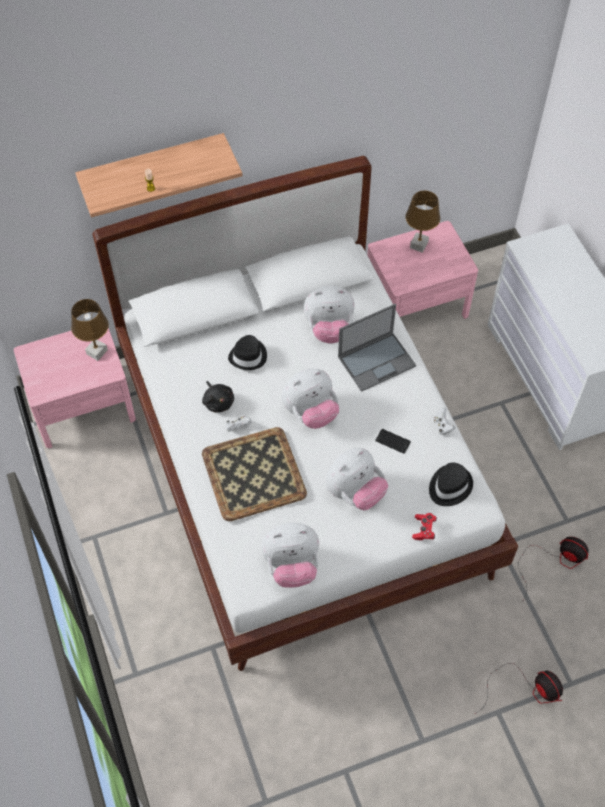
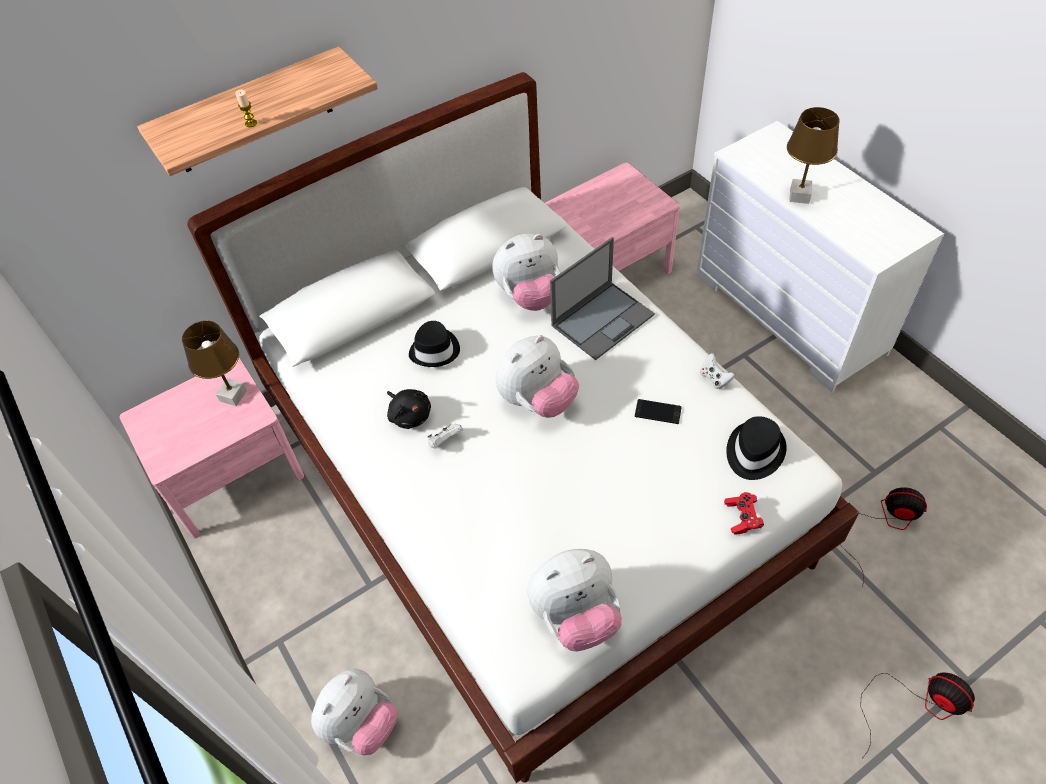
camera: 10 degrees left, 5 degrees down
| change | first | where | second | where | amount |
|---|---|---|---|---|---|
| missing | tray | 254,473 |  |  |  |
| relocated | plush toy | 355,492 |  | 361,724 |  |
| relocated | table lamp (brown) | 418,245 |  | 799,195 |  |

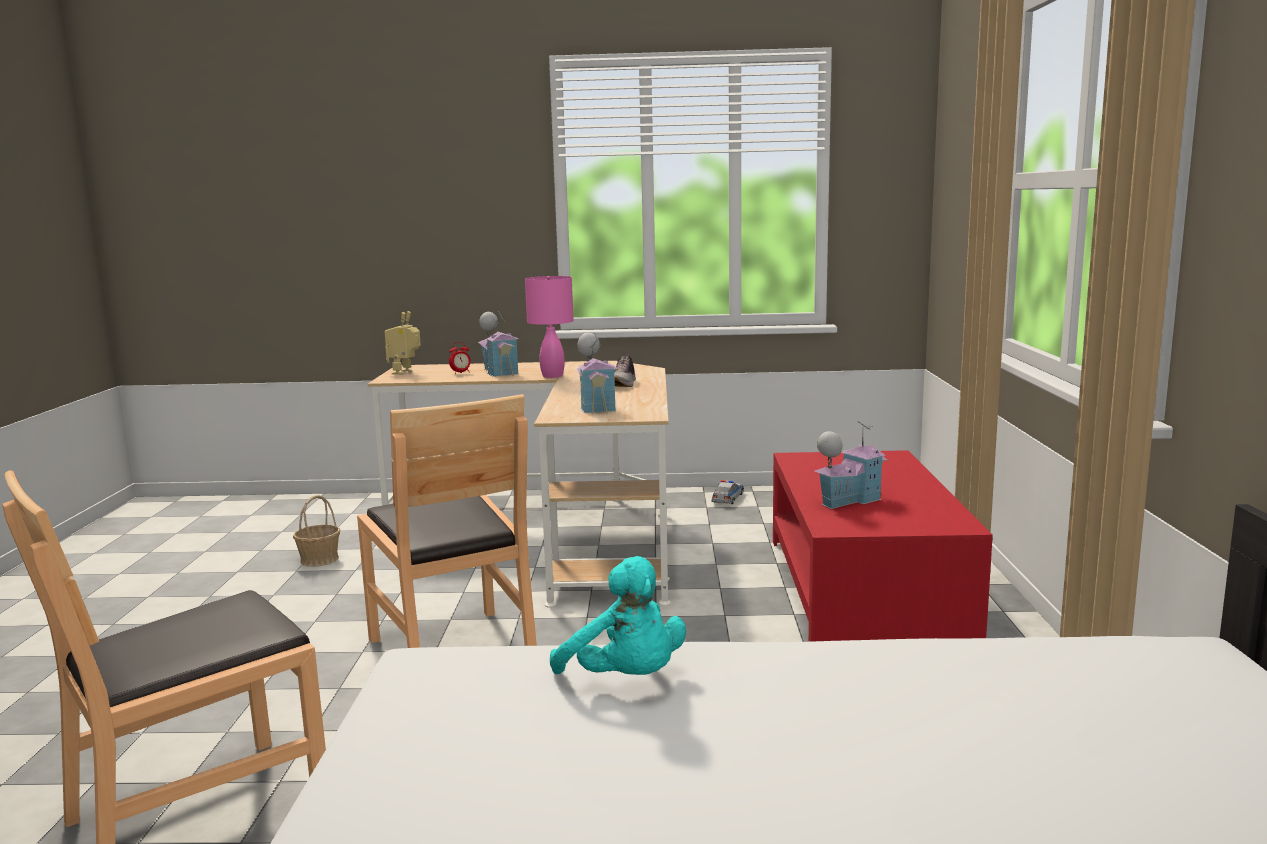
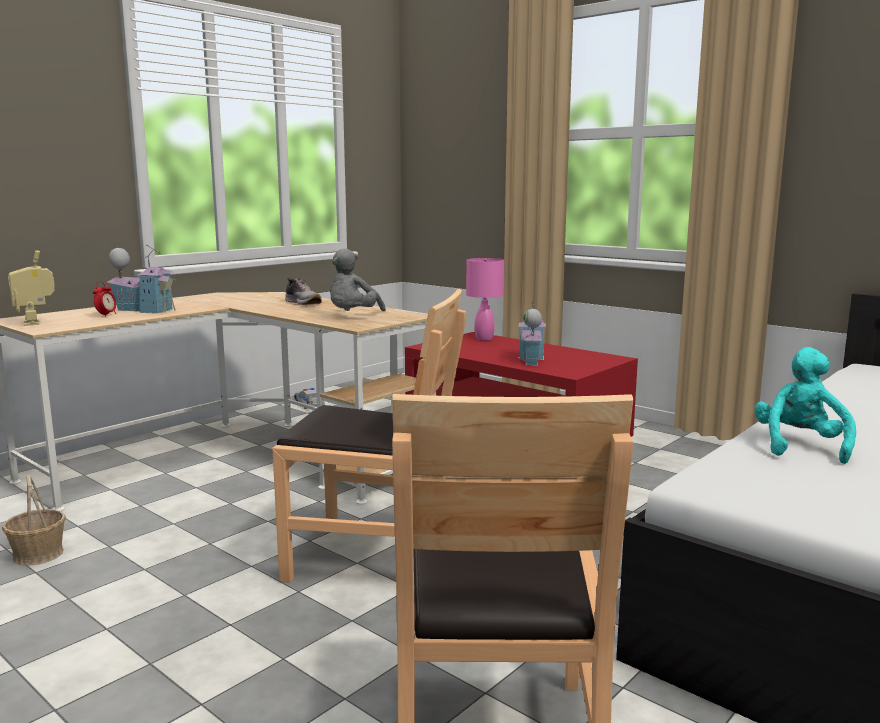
camera: 50 degrees left, 0 degrees up
| change | first | where | second | where | amount |
|---|---|---|---|---|---|
| relocated | table lamp (pink) | 552,375 |  | 483,338 |  |
| exchanged | toy house | 596,406 | plush toy (grey) | 353,316 |  |
| spun | plush toy (turquoise) | 626,679 |  | 800,446 | 75 degrees counterclockwise |

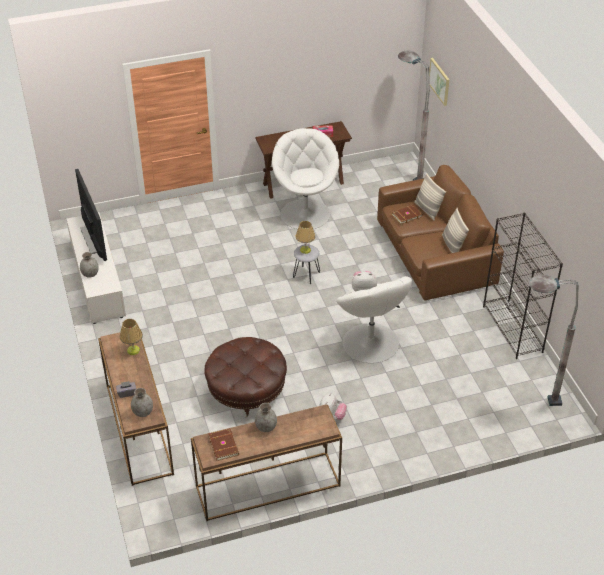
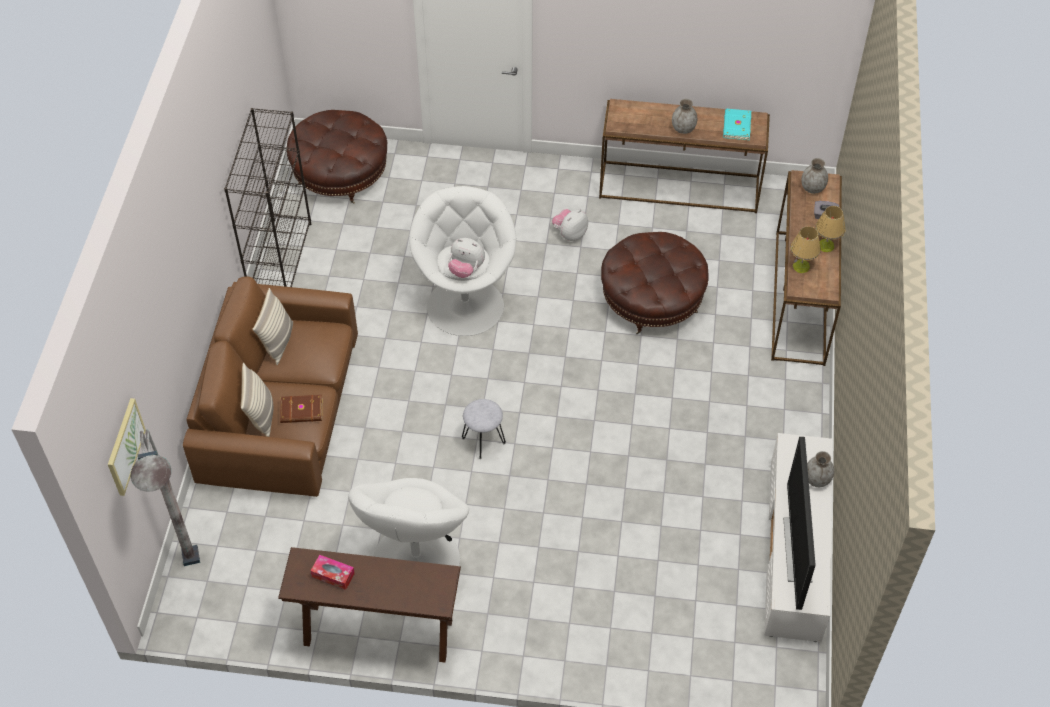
camera: 155 degrees left, 10 degrees up
| change | first | where | second | where | amount |
|---|---|---|---|---|---|
| relocated | table lamp | 305,250 |  | 826,246 |  |
| exchanged | floor lamp (grey) | 529,401 | ottoman (brown) | 340,174 |  |
| colour | book (brown) | 224,445 | book (turquoise) | 736,126 |  |

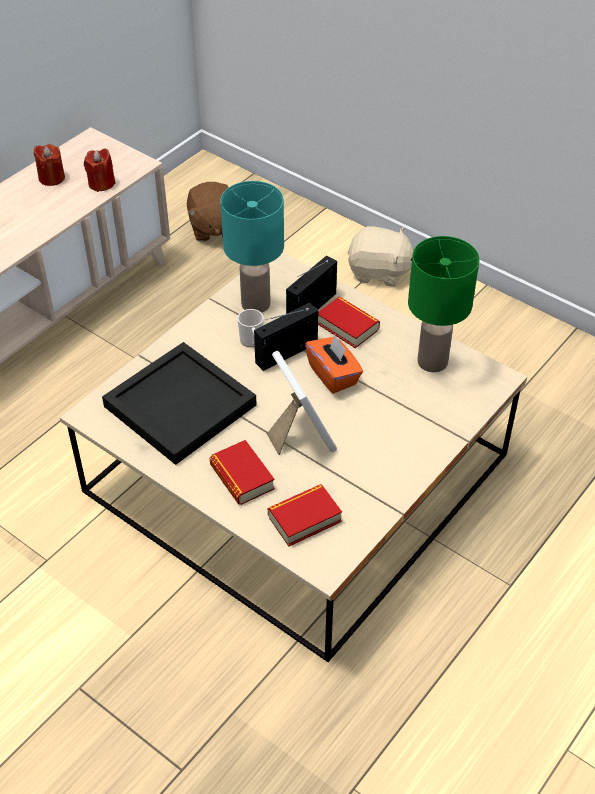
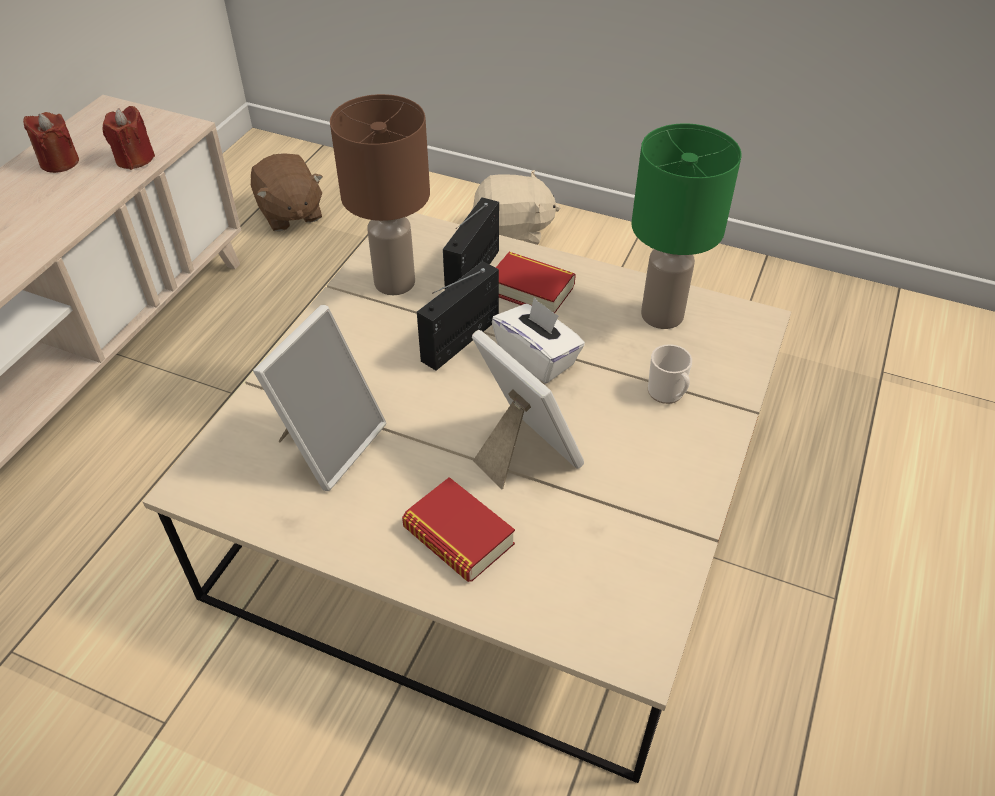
camera: 15 degrees left, 0 degrees up
| change | first | where | second | where | amount |
|---|---|---|---|---|---|
| missing | book | 304,519 |  |  |  |
| relocated | mug | 252,341 |  | 668,394 |  |
| exchanged | tray (black) | 180,404 | picture frame | 329,443 |  |
| colour | table lamp (turquoise) | 255,303 | table lamp (brown) | 394,281 |  |
| colour | tissue box (orange) | 333,375 | tissue box (white) | 537,358 |  |

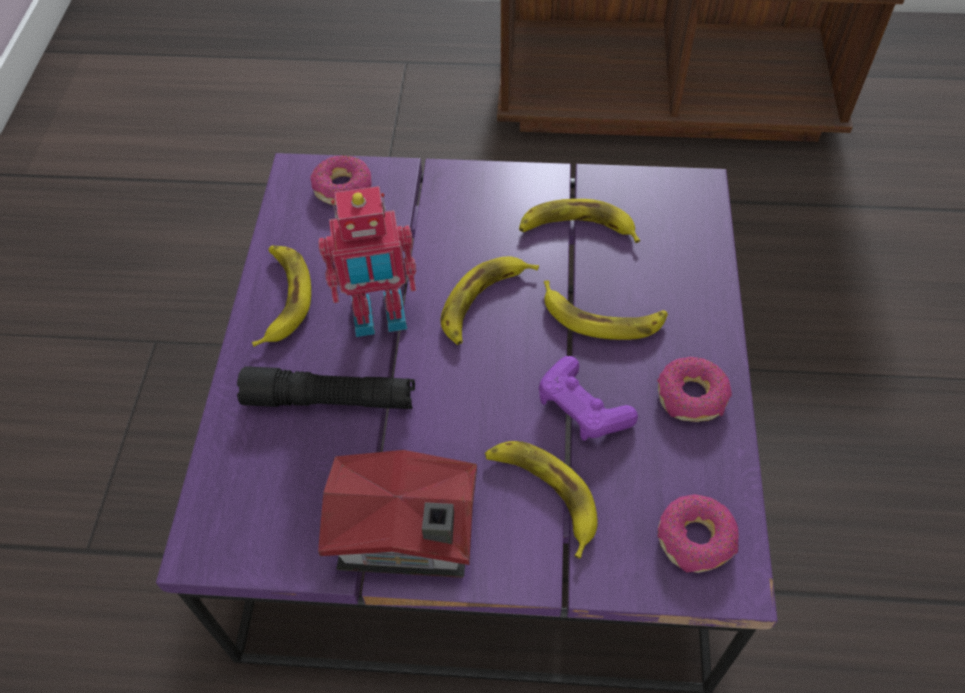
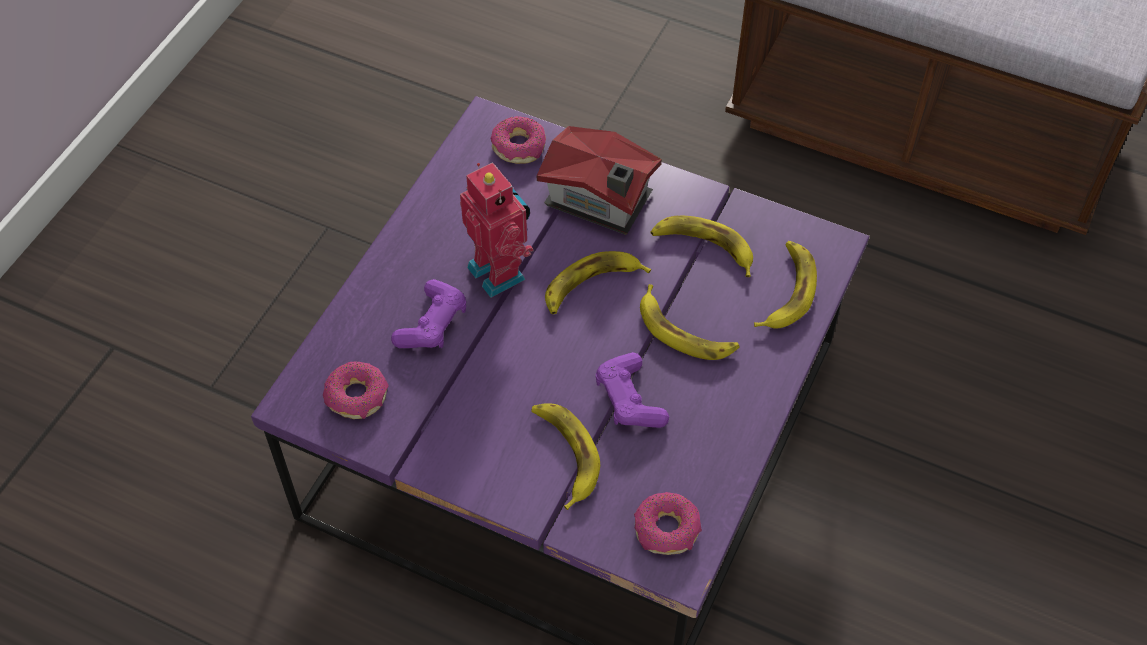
camera: 20 degrees right, 0 degrees up
| change | first | where | second | where | amount |
|---|---|---|---|---|---|
| relocated | banana | 282,298 |  | 787,290 |  |
| relocated | toy house | 409,539 |  | 600,202 |  |
| relocated | donut | 692,397 |  | 357,397 |  |
| exchanged | flashlight (black) | 330,400 | game controller (purple) | 432,324 |  |
| spun | toy robot | 379,318 |  | 499,271 | 135 degrees counterclockwise |

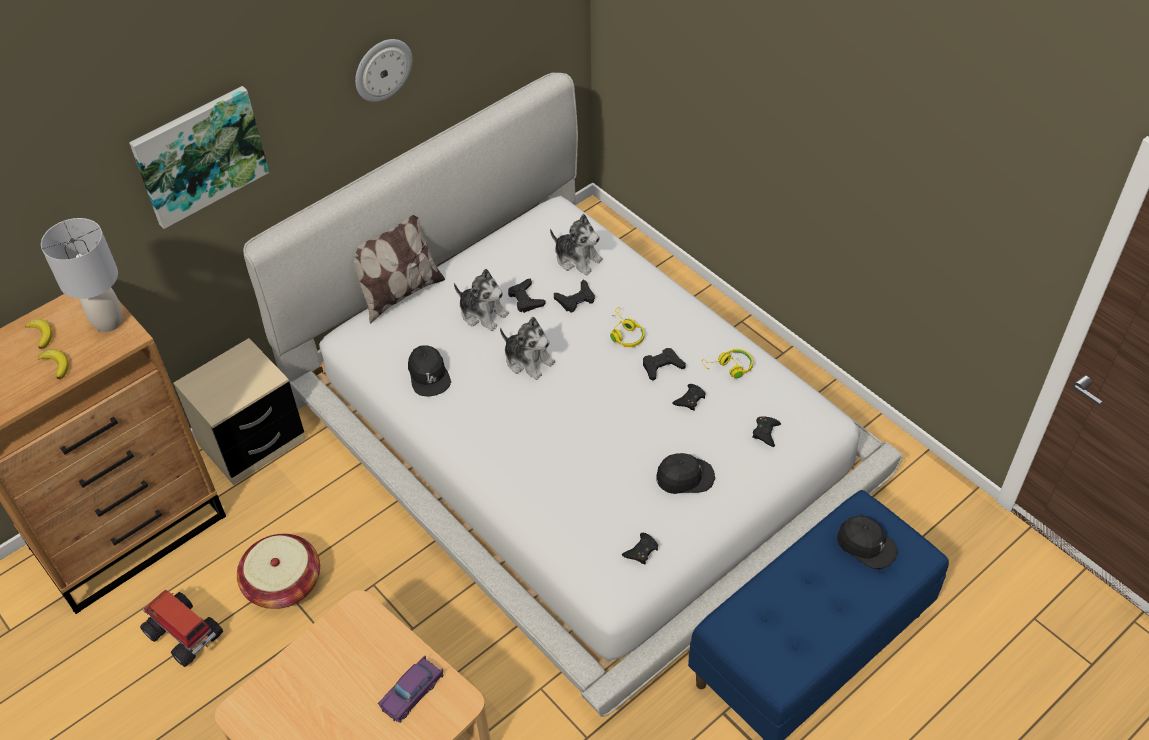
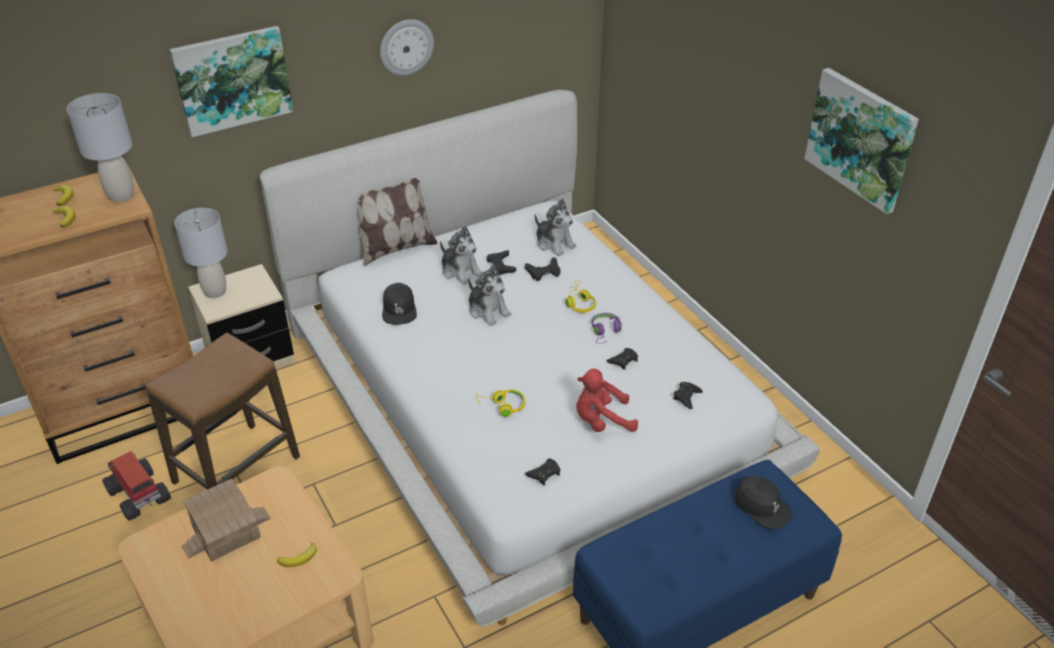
camera: 10 degrees right, 10 degrees down
| change | first | where | second | where | amount |
|---|---|---|---|---|---|
| appeared |  |  | table lamp (grey) | 215,292 |  |
| appeared |  |  | toy house | 227,533 |  |
| appeared |  |  | picture | 861,139 |  |
| relocated | headphones (yellow) | 729,367 |  | 502,406 |  |
| exchanged | basket | 283,583 | stool | 237,469 |  |
| exchanged | toy car (purple) | 412,693 | banana | 299,558 |  |
| exchanged | game controller (black) | 662,366 | headphones (purple) | 605,332 |  |
| exchanged | cap (black) | 684,477 | plush toy (red) | 601,421 |  |

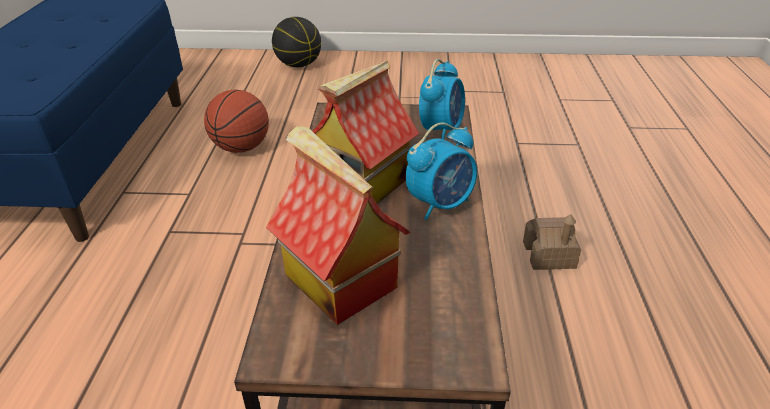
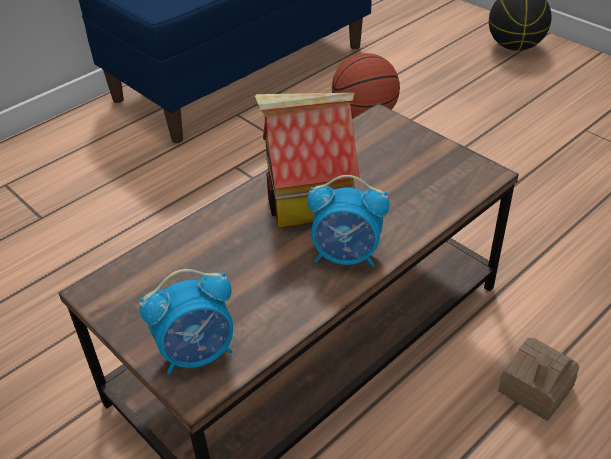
camera: 45 degrees right, 5 degrees up
| change | first | where | second | where | amount |
|---|---|---|---|---|---|
| missing | toy house | 338,280 |  |  |  |
| relocated | alarm clock | 441,129 |  | 198,353 |  |

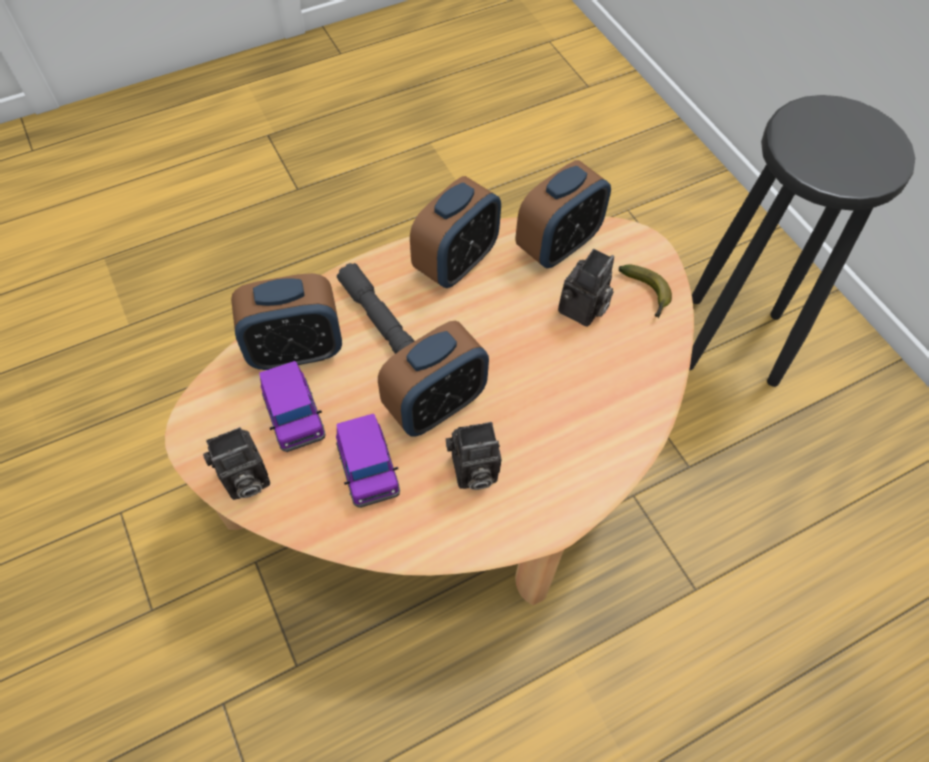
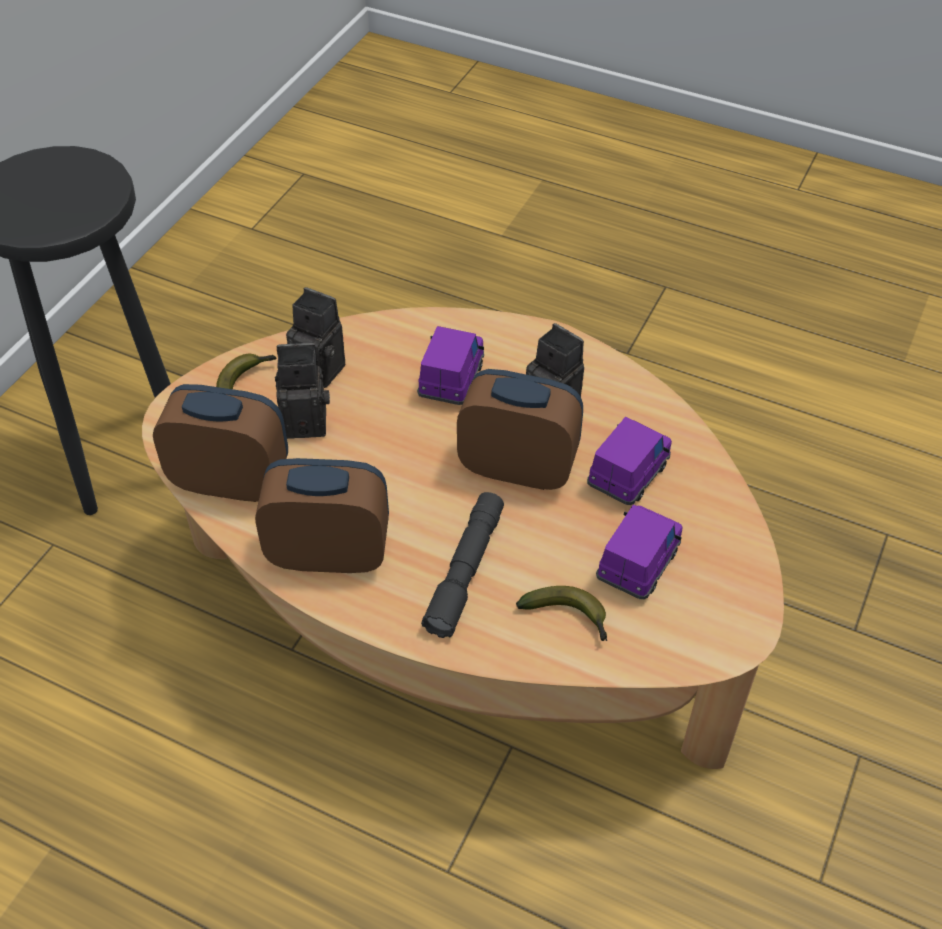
camera: 125 degrees left, 10 degrees down
| change | first | where | second | where | amount |
|---|---|---|---|---|---|
| appeared |  |  | toy car (purple) | 451,379 |  |
| relocated | photo camera | 244,480 |  | 323,368 |  |
| exchanged | alarm clock | 296,350 | banana | 569,618 |  |

